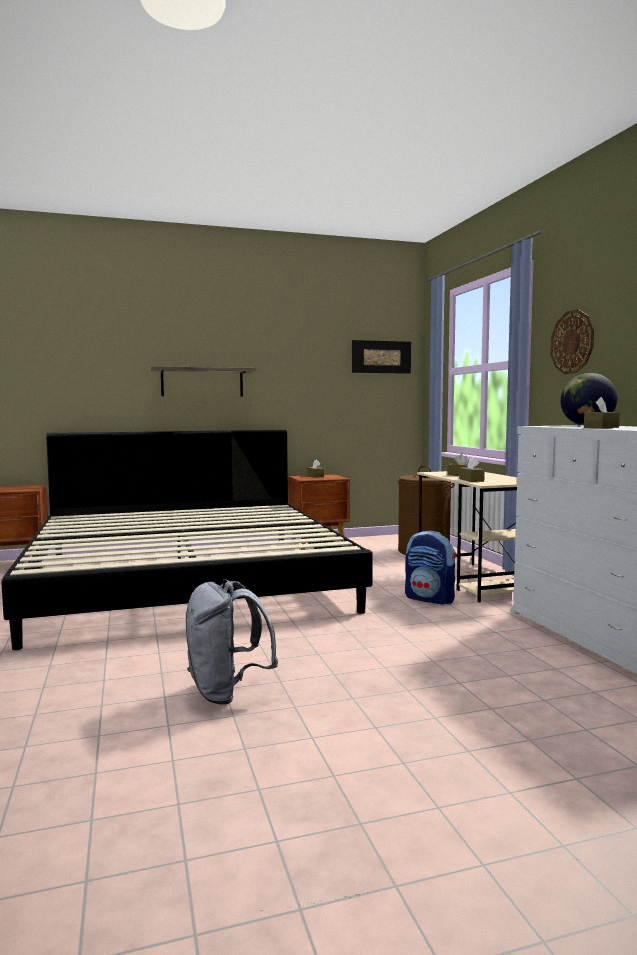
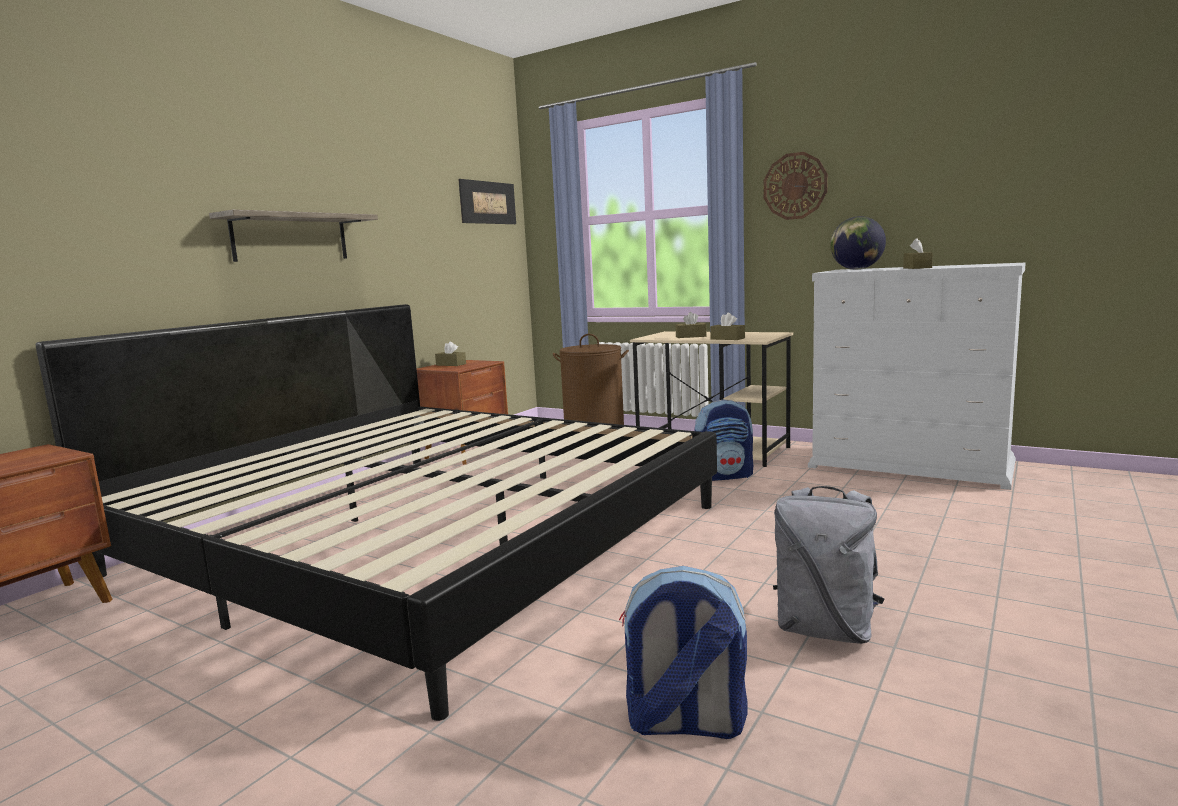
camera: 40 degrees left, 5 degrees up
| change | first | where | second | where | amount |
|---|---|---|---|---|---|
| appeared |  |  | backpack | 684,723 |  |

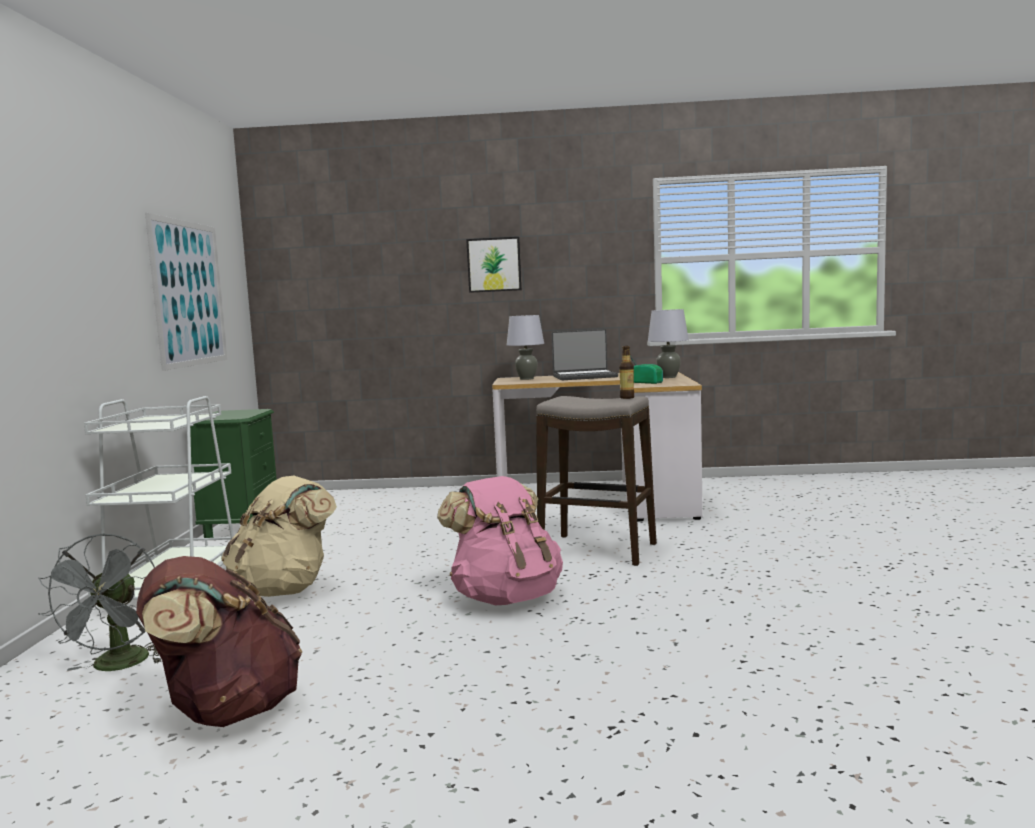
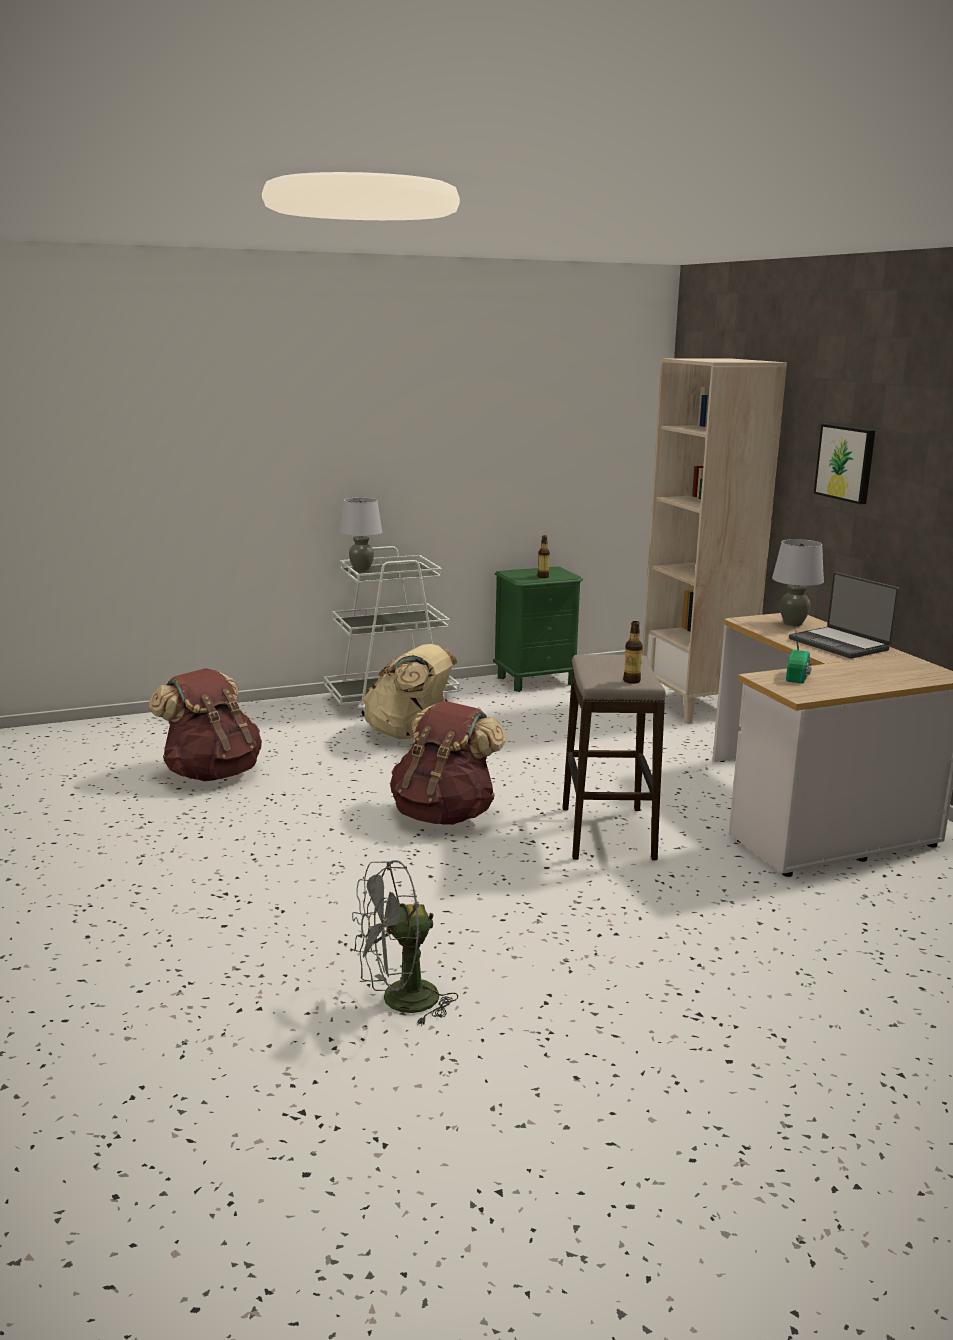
camera: 65 degrees right, 10 degrees up
| change | first | where | second | where | amount |
|---|---|---|---|---|---|
| missing | picture | 189,293 |  |  |  |
| appeared |  |  | bottle | 543,577 |  |
| appeared |  |  | bookcase (beige) | 695,706 |  |
| relocated | fan (grey) | 117,666 |  | 399,1002 |  |
| relocated | table lamp (grey) | 668,377 |  | 362,570 |  |
| colour | backpack (pink) | 506,598 | backpack (brown) | 444,815 |  |

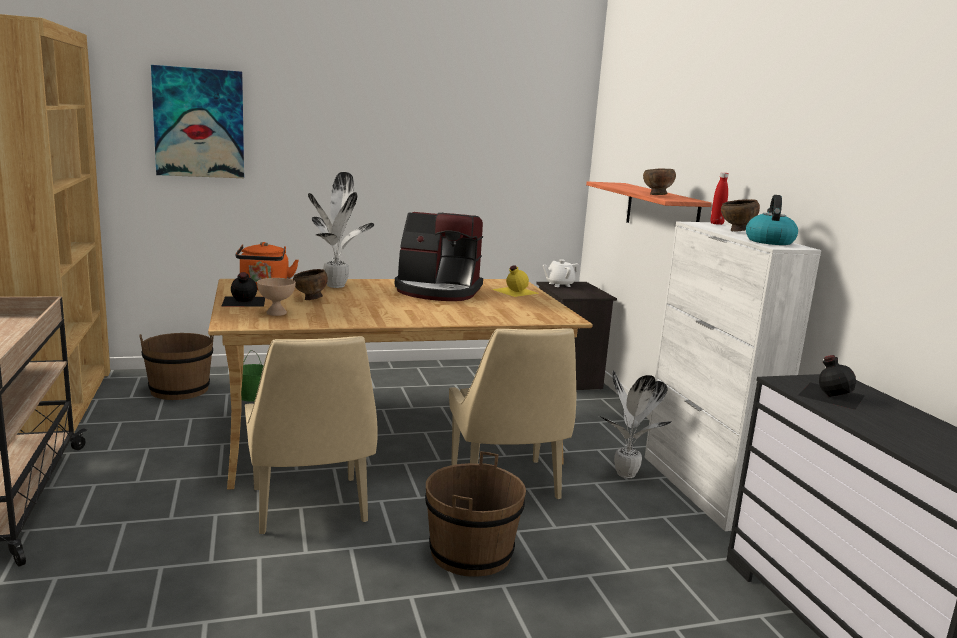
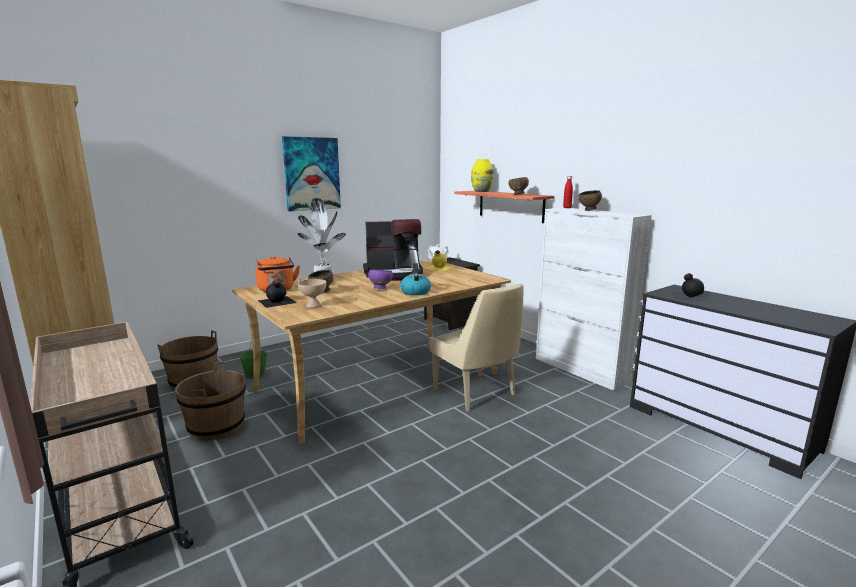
camera: 20 degrees left, 0 degrees up
| change | first | where | second | where | amount |
|---|---|---|---|---|---|
| missing | chair (beige) | 309,507 |  |  |  |
| missing | potted plant | 626,475 |  |  |  |
| appeared |  |  | bowl (purple) | 380,289 |  |
| appeared |  |  | vase (yellow) | 481,191 |  |
| relocated | picture | 199,123 |  | 311,174 |  |
| relocated | bucket (brown) | 471,553 |  | 216,426 |  |
| relocated | kettle | 769,241 |  | 415,292 |  |

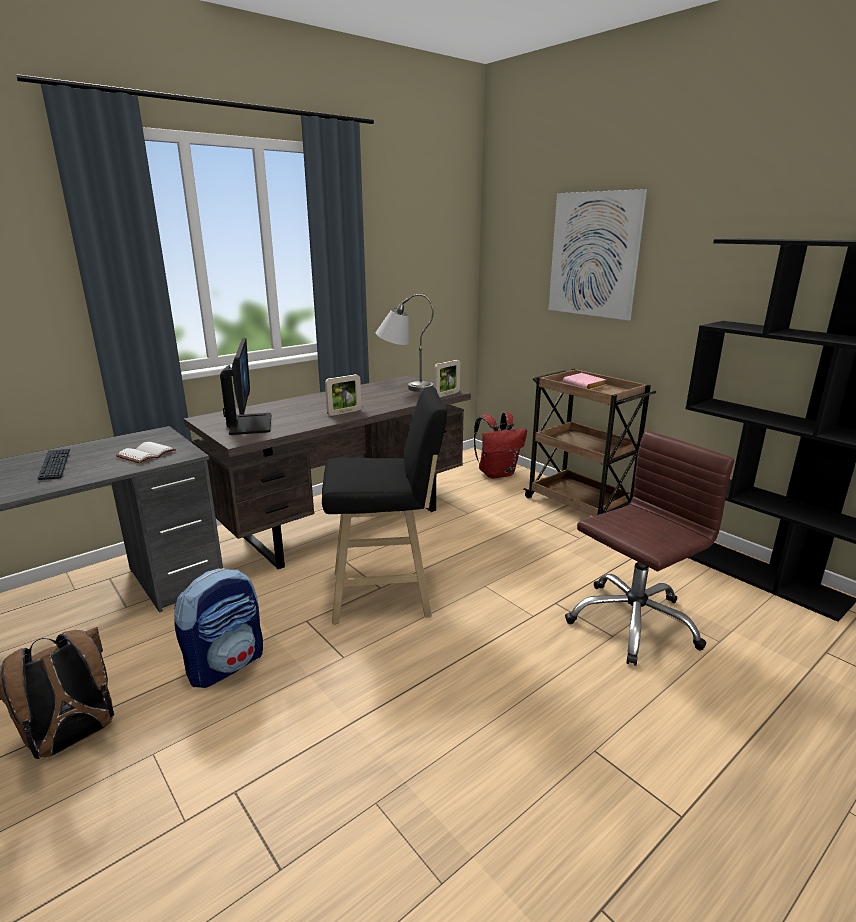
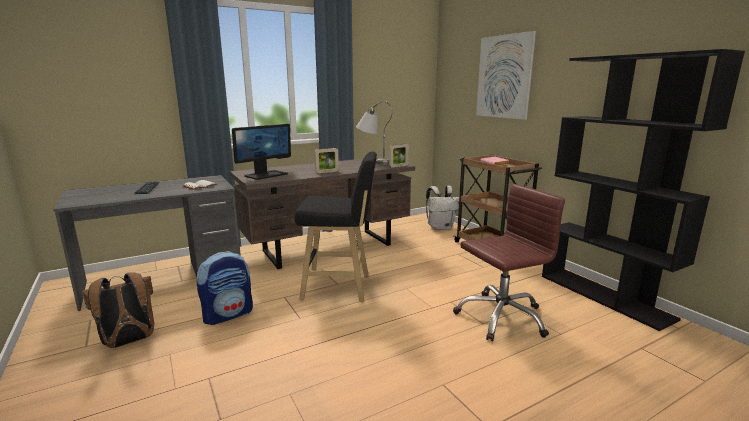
camera: 10 degrees right, 5 degrees down
| change | first | where | second | where | amount |
|---|---|---|---|---|---|
| colour | backpack (red) | 497,473 | backpack (white) | 440,227 |  |
| spun | monitor | 249,424 |  | 266,175 | 45 degrees clockwise |

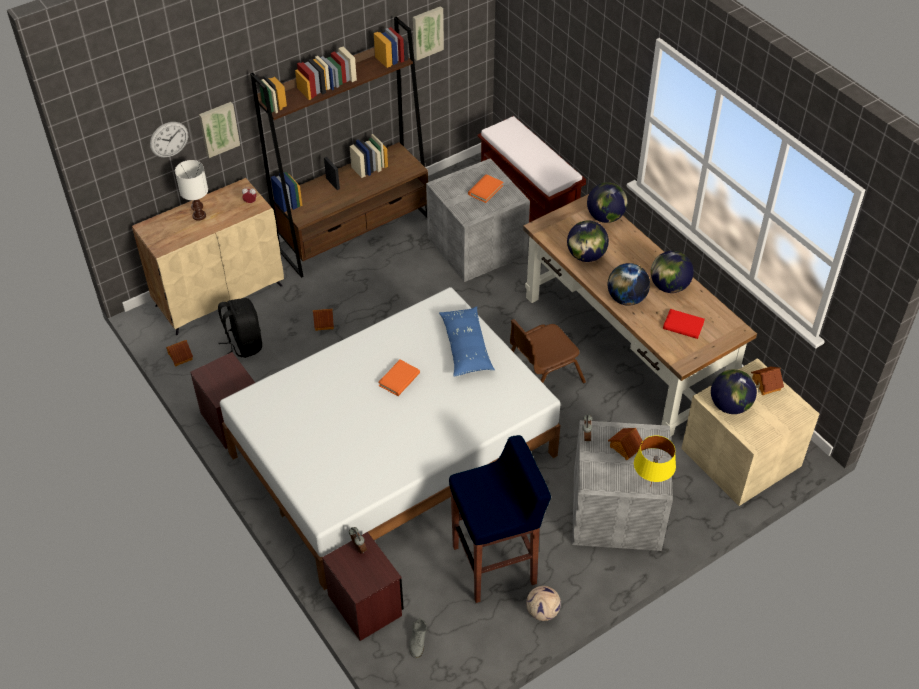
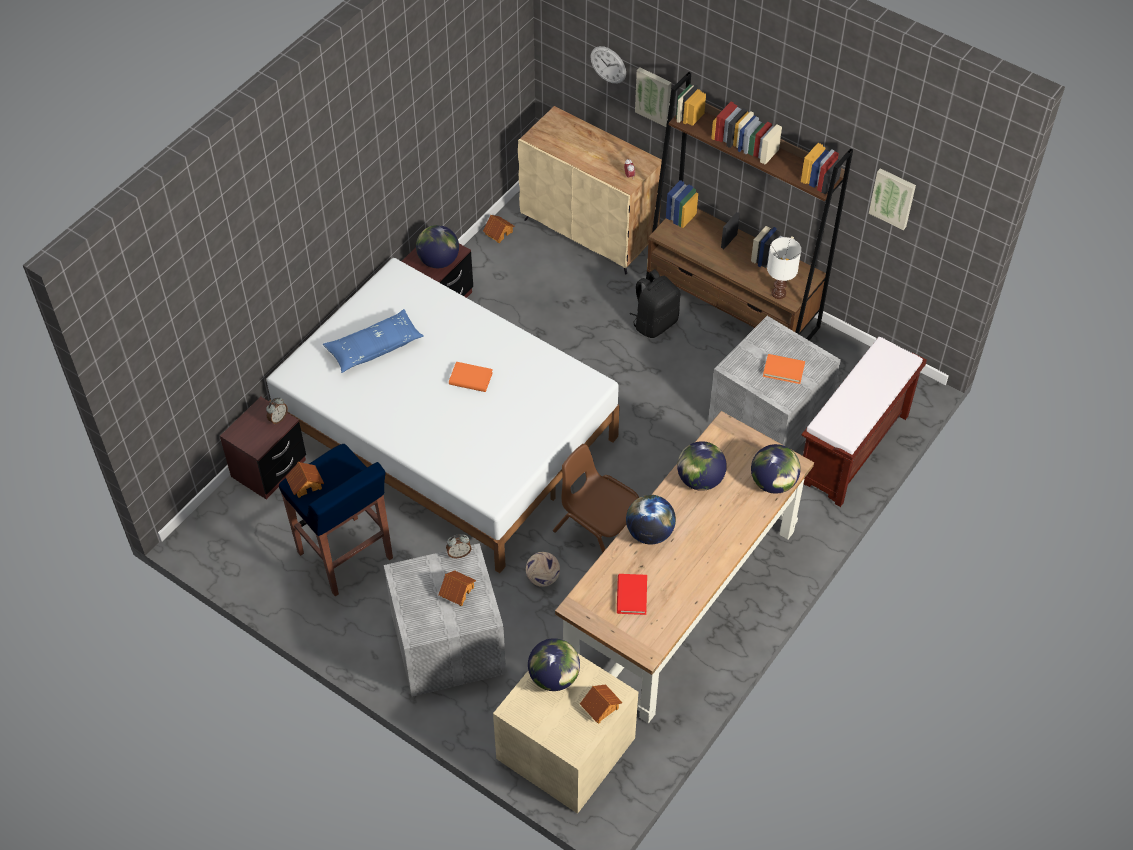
camera: 70 degrees right, 5 degrees up
| change | first | where | second | where | amount |
|---|---|---|---|---|---|
| missing | shoe (grey) | 418,640 |  |  |  |
| missing | table lamp (yellow) | 651,487 |  |  |  |
| relocated | table lamp (white) | 199,215 |  | 779,293 |  |
| relocated | backpack (black) | 243,344 |  | 655,323 |  |
| relocated | toy house | 323,322 |  | 305,484 |  |
| relocated | pillow (blue) | 465,347 |  | 374,347 |  |
| relocated | football | 543,612 |  | 542,578 |  |
| relocated | globe | 669,286 |  | 438,260 |  |

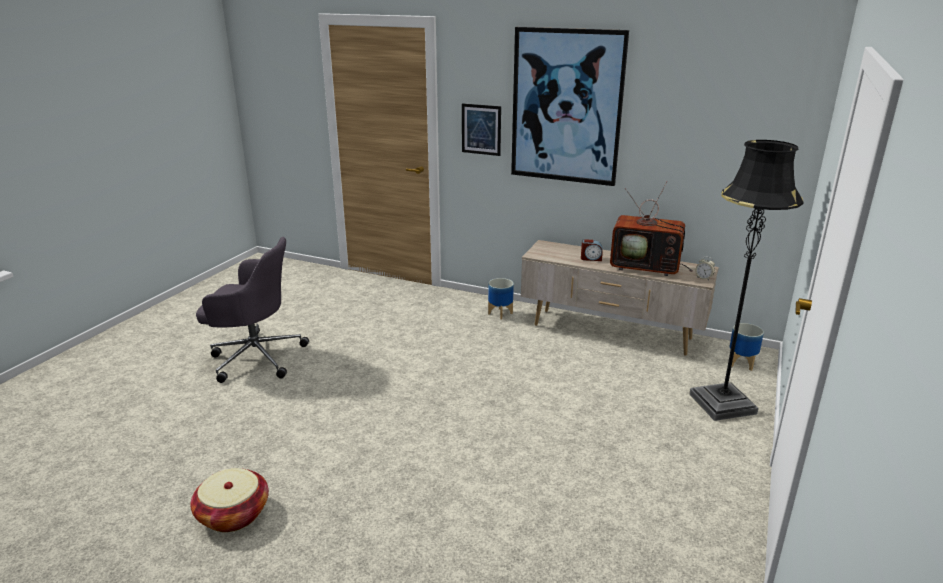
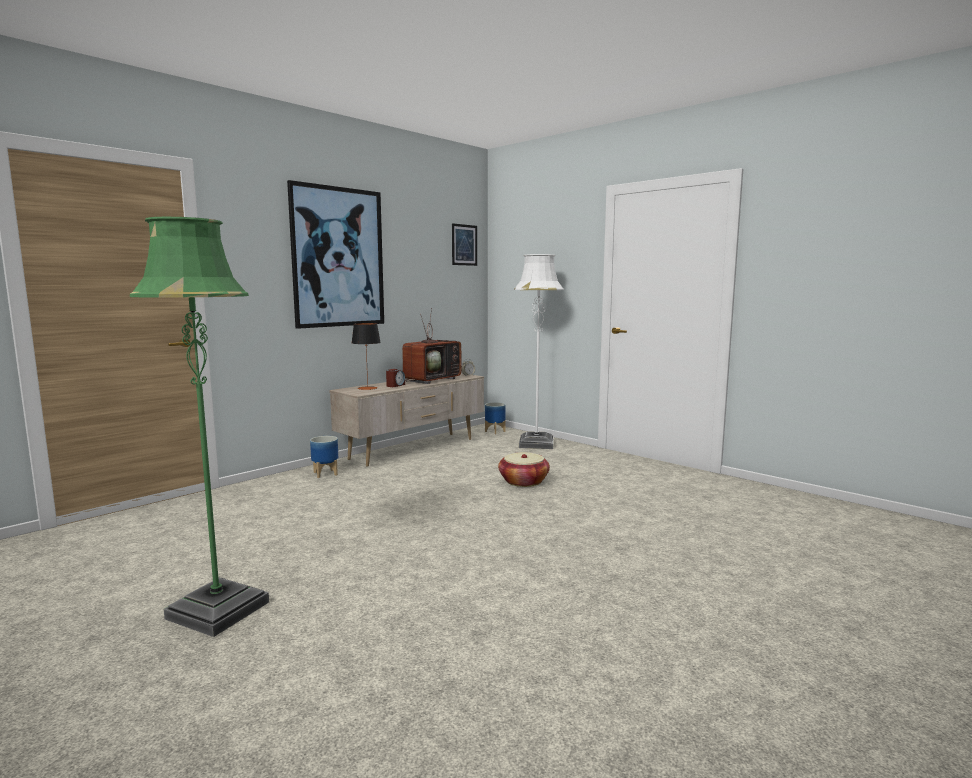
camera: 70 degrees left, 15 degrees down
| change | first | where | second | where | amount |
|---|---|---|---|---|---|
| appeared |  |  | table lamp | 367,388 |  |
| relocated | basket | 233,514 |  | 523,481 |  |
| relocated | picture | 481,129 |  | 464,245 |  |
| exchanged | office chair (grey) | 255,357 | floor lamp (green) | 218,610 |  |
| colour | floor lamp (black) | 722,404 | floor lamp (white) | 536,444 |  |

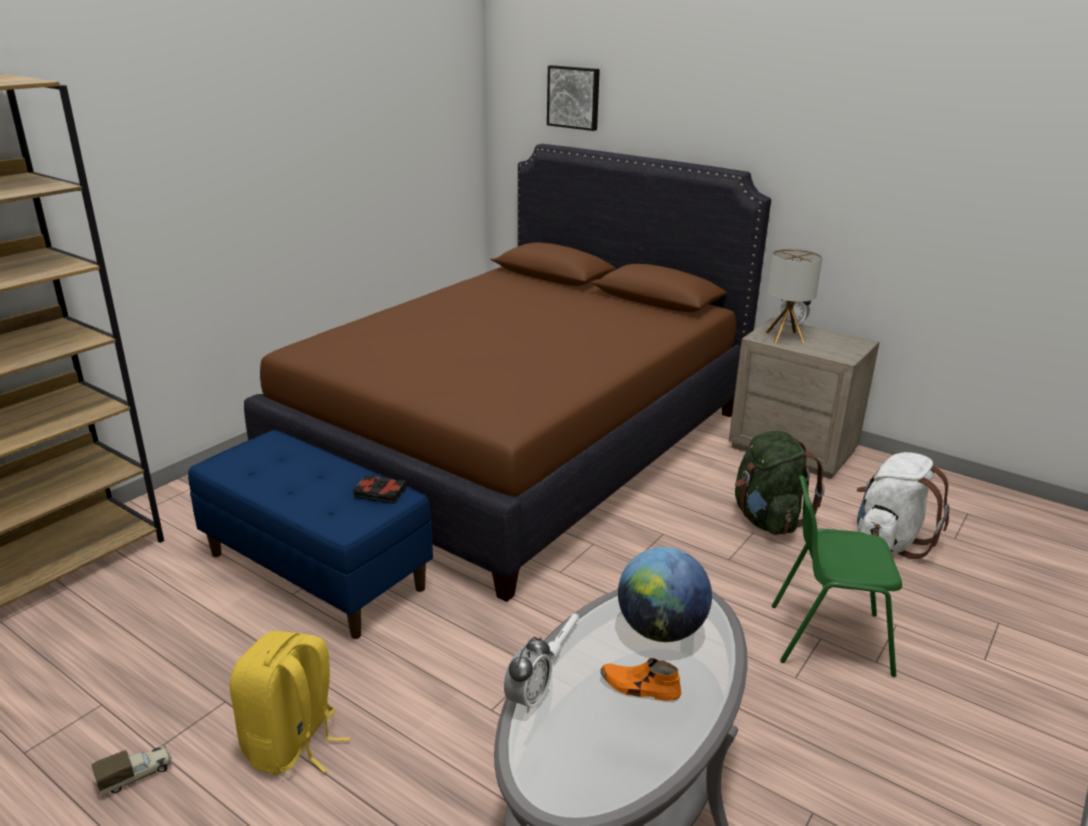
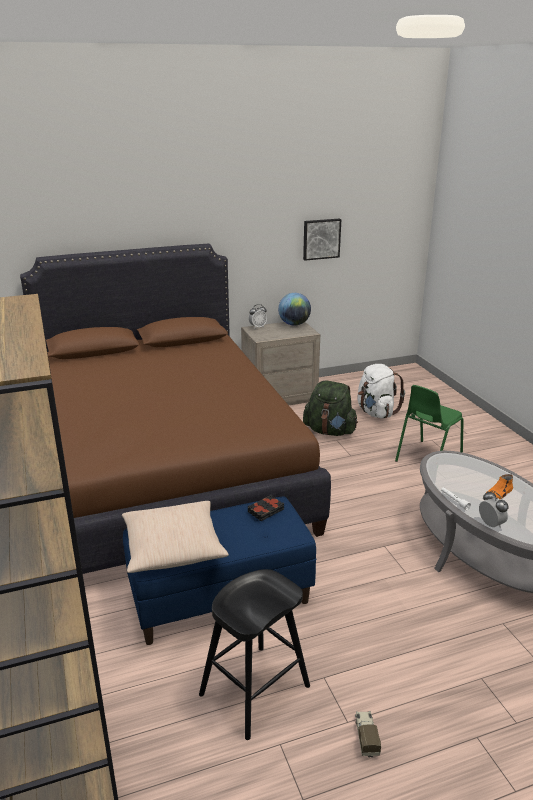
camera: 55 degrees left, 0 degrees up
| change | first | where | second | where | amount |
|---|---|---|---|---|---|
| missing | backpack (yellow) | 293,744 |  |  |  |
| missing | table lamp | 785,337 |  |  |  |
| appeared |  |  | pillow (beige) | 173,547 |  |
| appeared |  |  | stool (black) | 254,690 |  |
| relocated | picture | 574,97 |  | 321,239 |  |
| relocated | globe | 660,630 |  | 294,324 |  |

